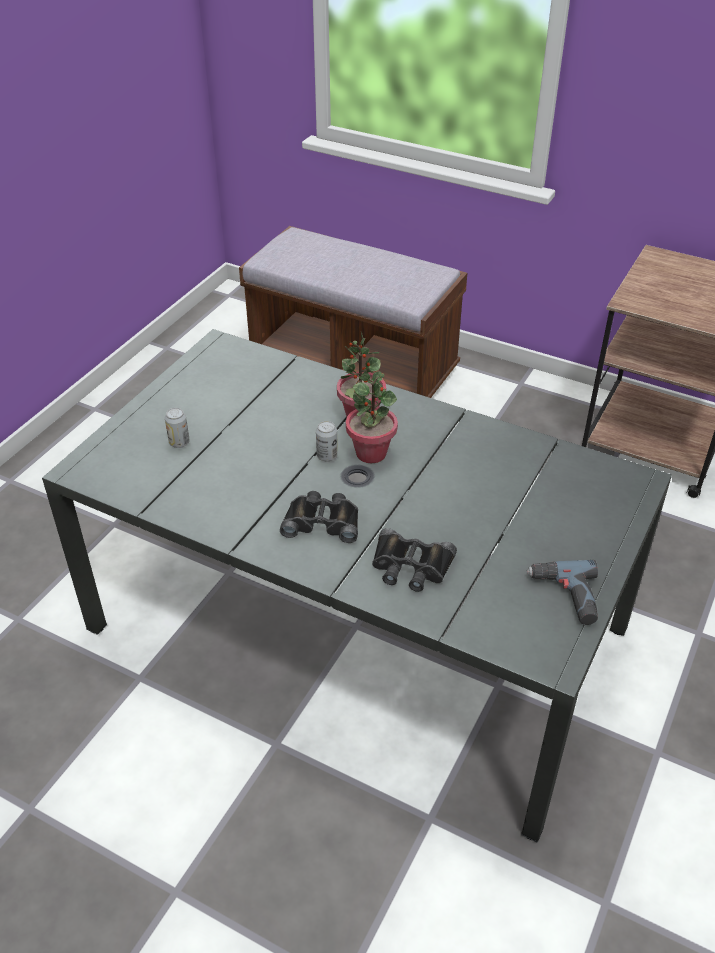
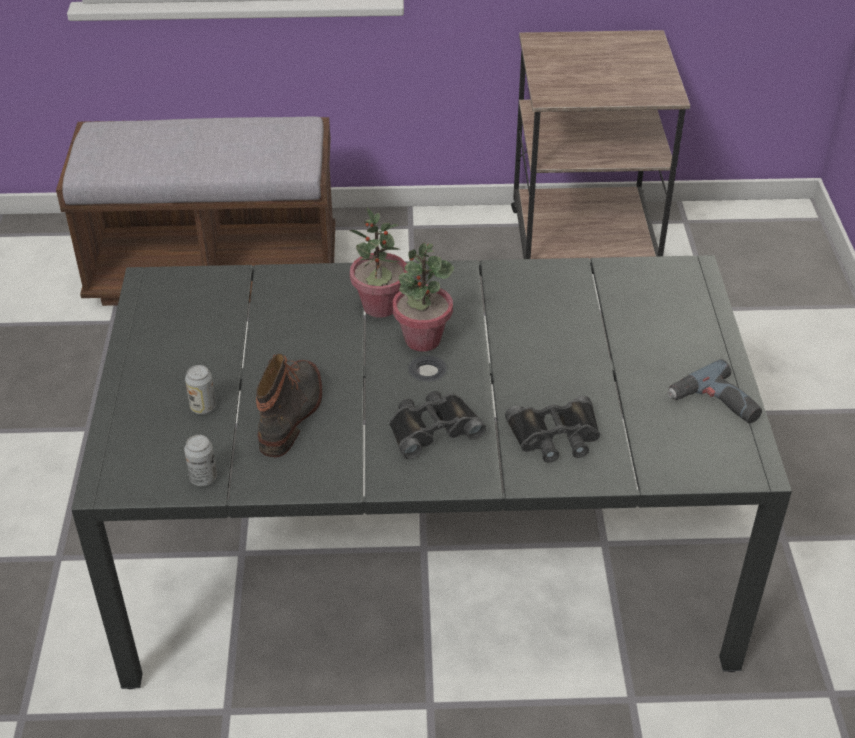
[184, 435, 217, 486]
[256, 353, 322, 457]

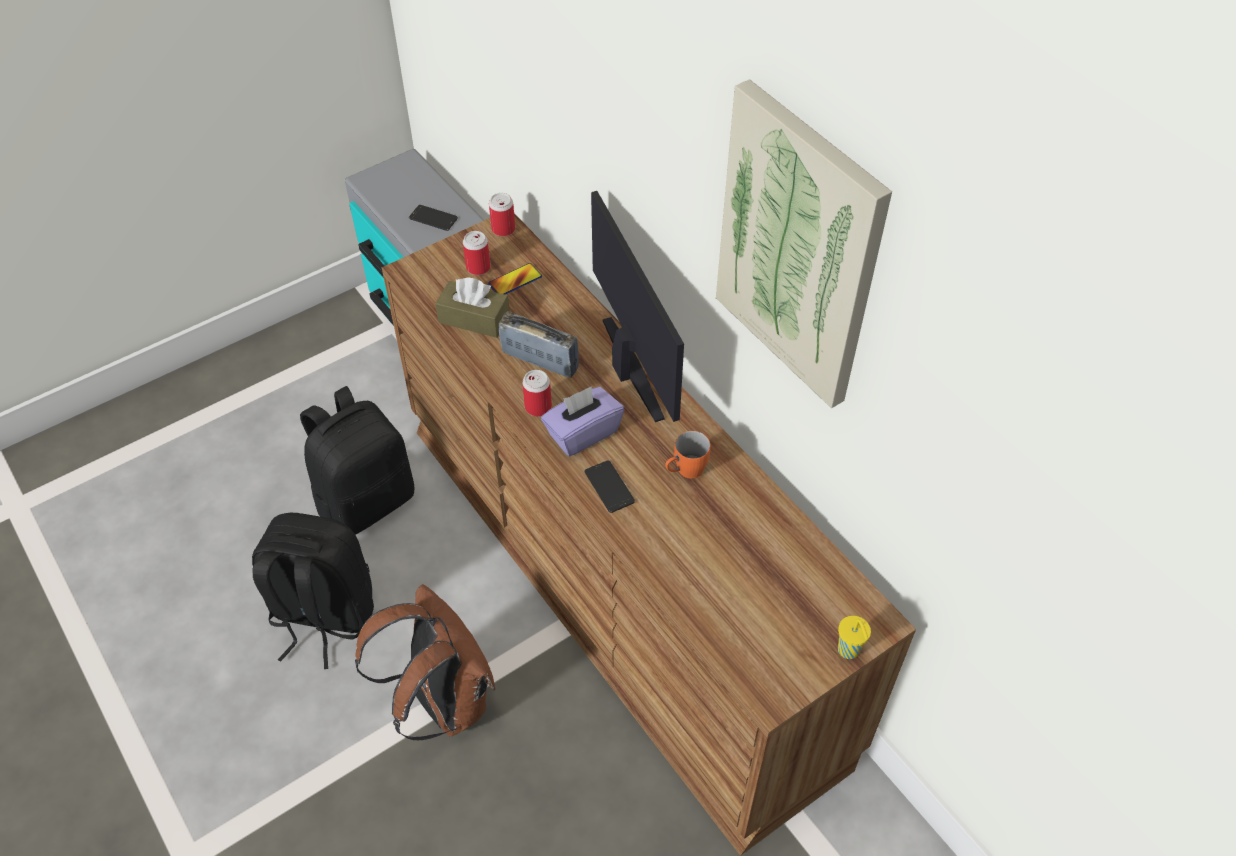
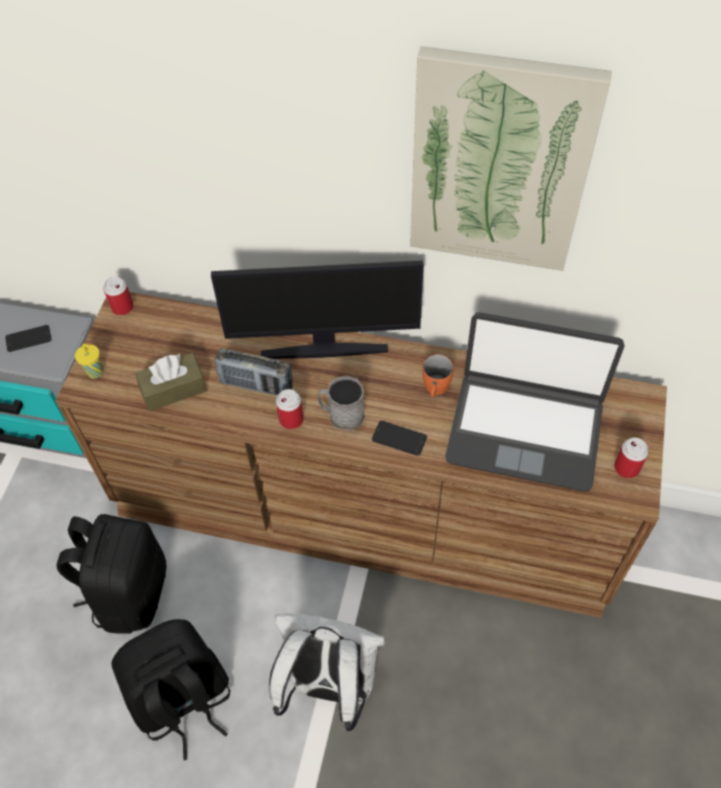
[269, 614, 386, 731]
[614, 438, 649, 478]
[488, 263, 542, 294] (first image)
[215, 348, 293, 396]
[318, 376, 365, 430]
[211, 260, 423, 359]
[75, 344, 103, 378]
[445, 312, 625, 492]

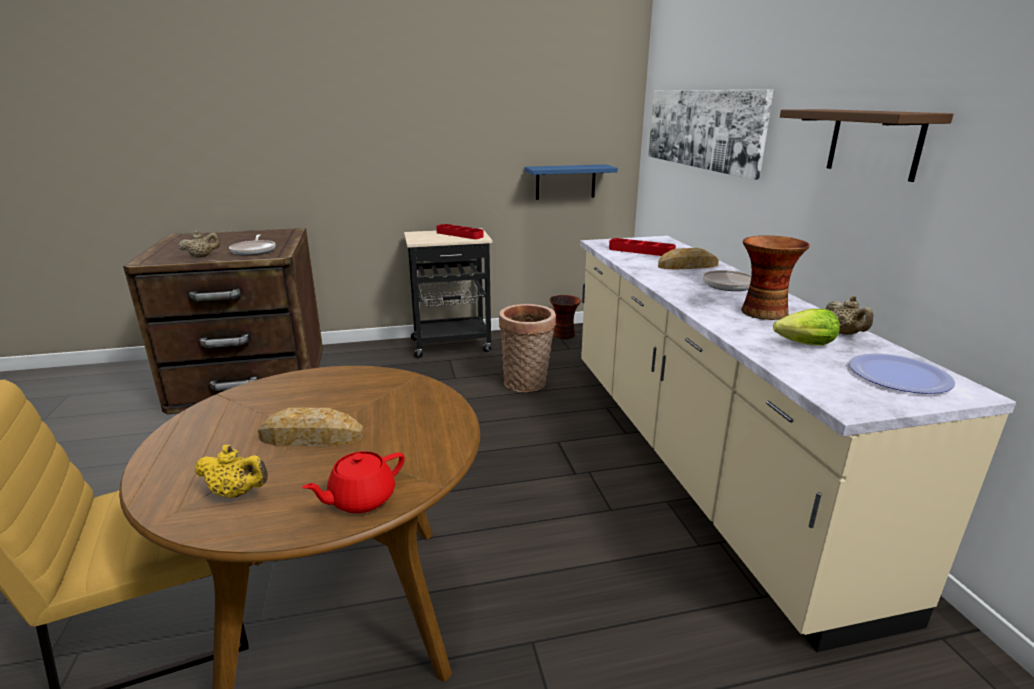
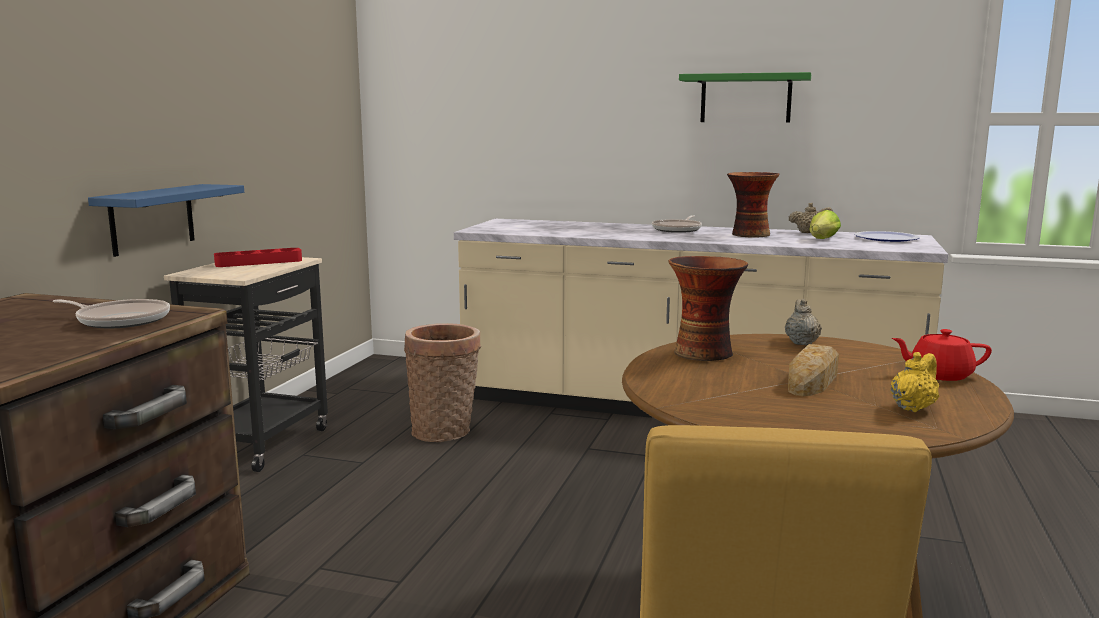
[785, 299, 822, 345]
[892, 329, 992, 381]
[88, 184, 244, 257]
[668, 256, 748, 361]
[609, 238, 676, 256] (first image)
[648, 89, 774, 180] (first image)
[658, 248, 719, 270] (first image)
[679, 72, 811, 123]

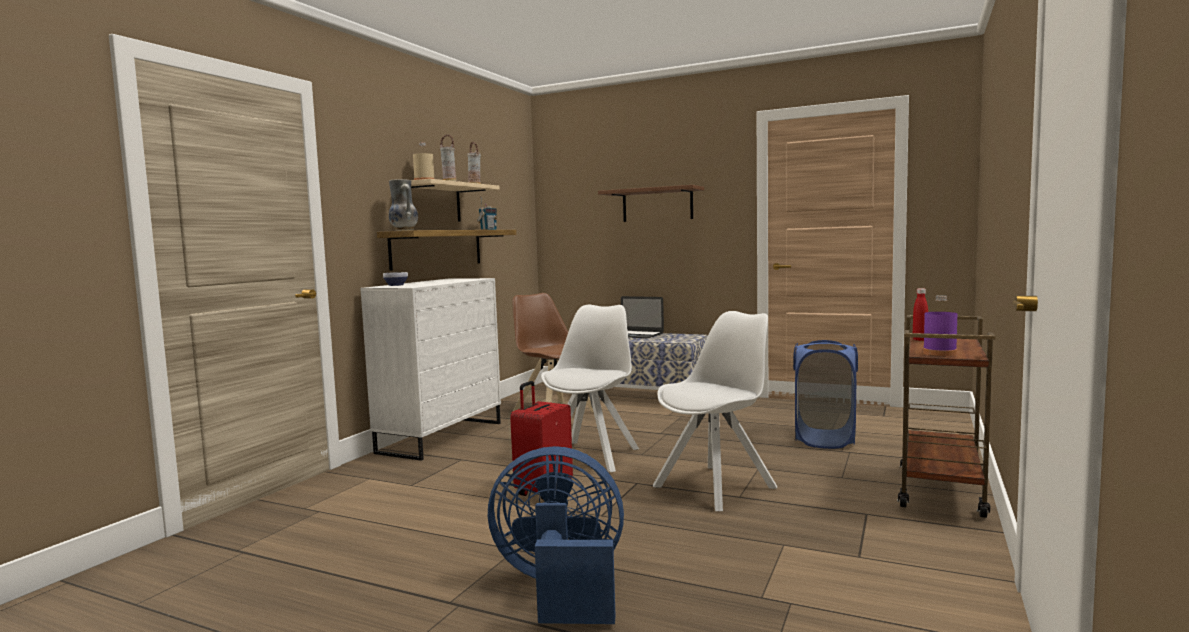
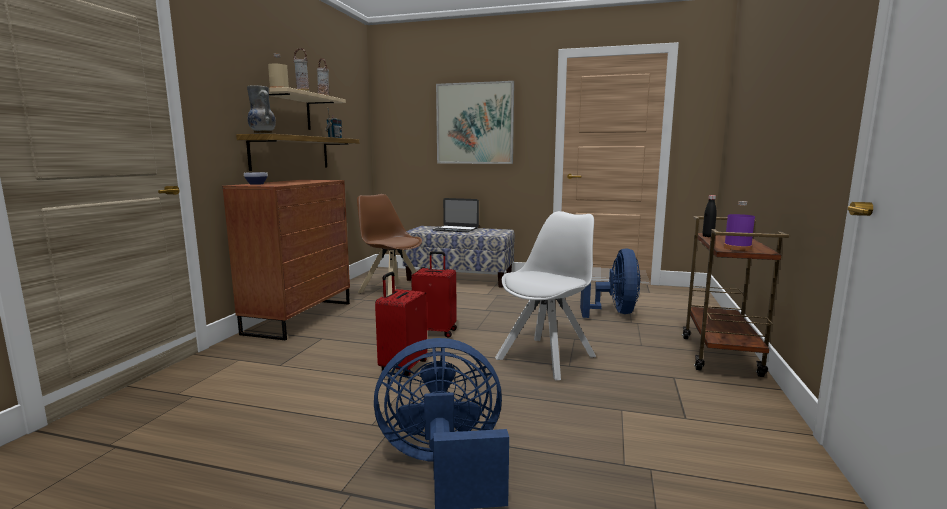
[222, 180, 350, 341]
[411, 251, 457, 338]
[436, 81, 514, 164]
[580, 249, 641, 318]
[702, 195, 716, 237]

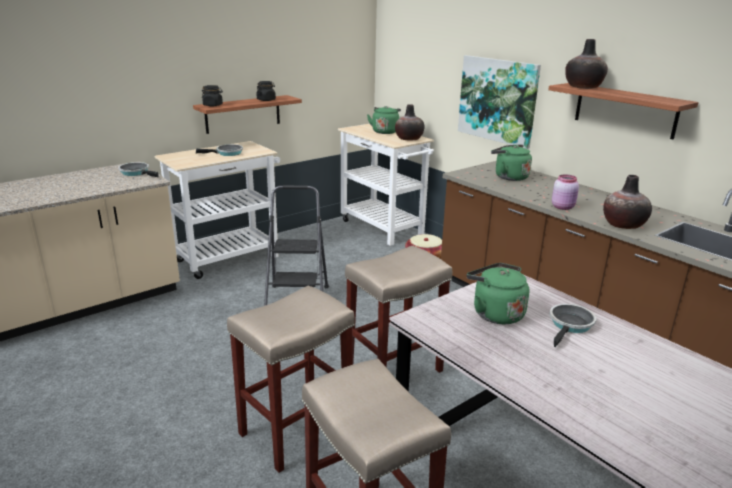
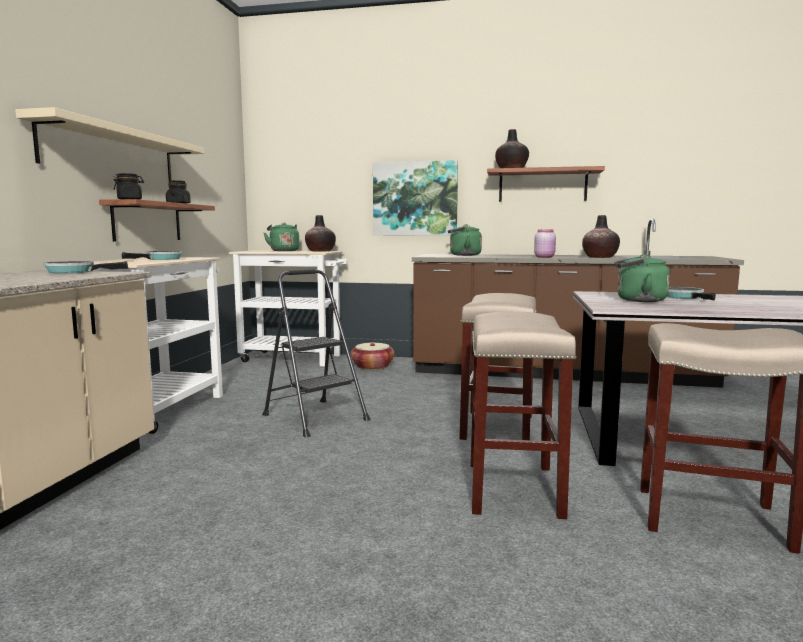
[15, 107, 204, 181]

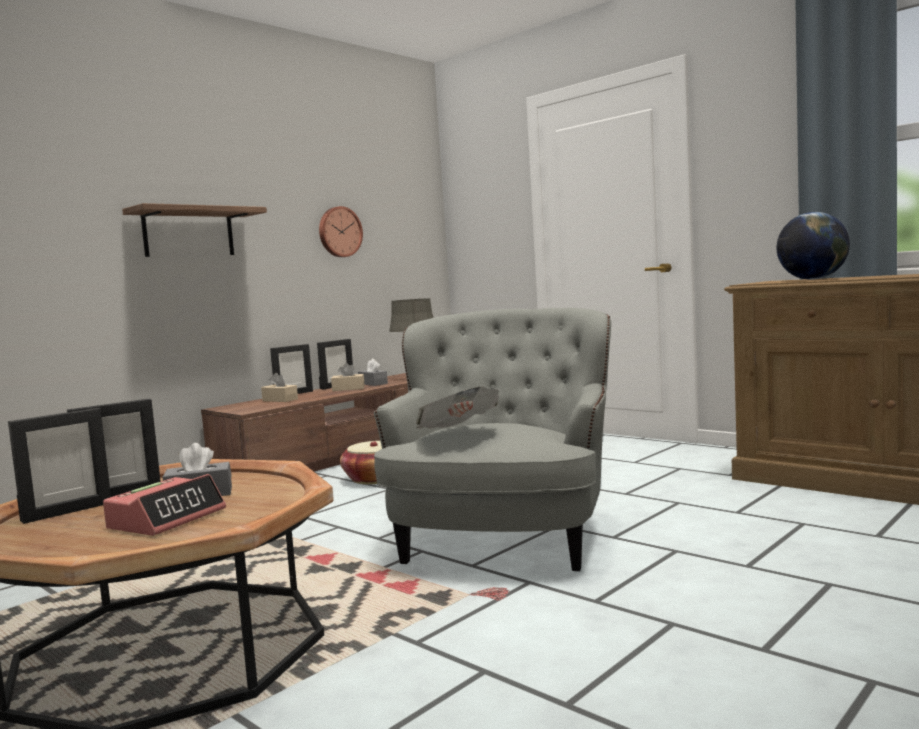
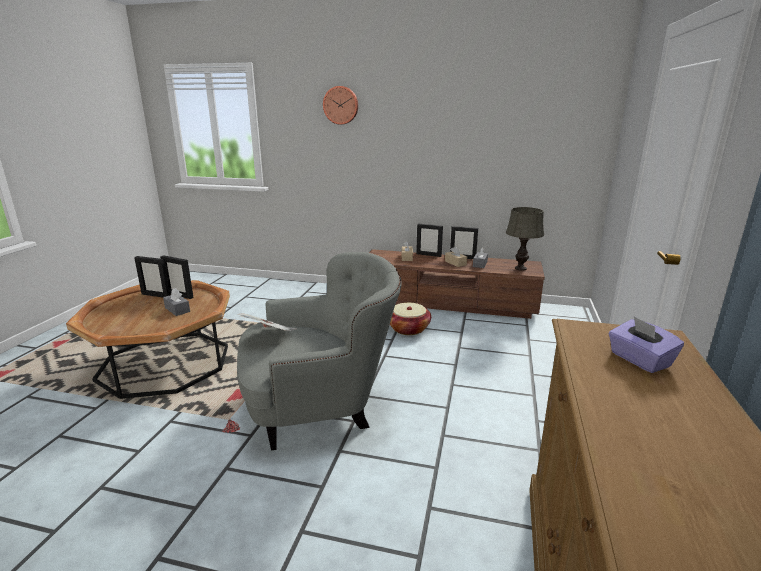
[103, 474, 226, 536] (first image)
[122, 203, 267, 257] (first image)
[323, 86, 358, 125]
[609, 316, 684, 373]

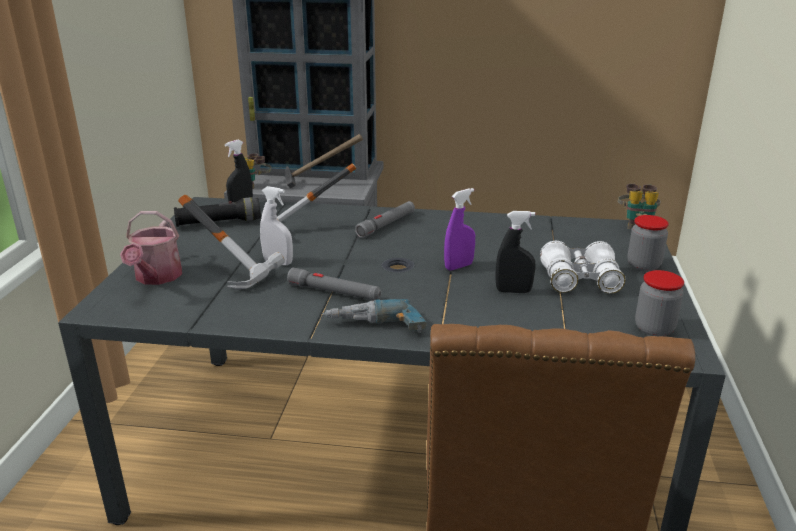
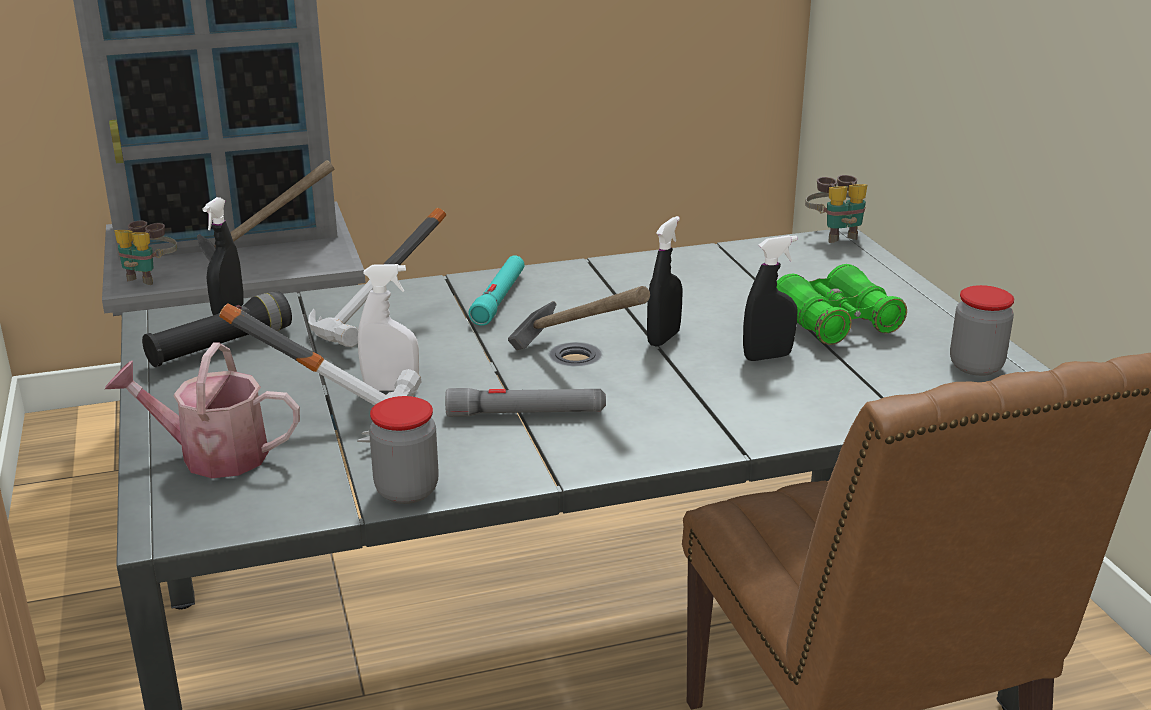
[105, 342, 300, 478]
[323, 299, 427, 333] (first image)
[468, 255, 525, 326]
[647, 216, 682, 347]
[776, 264, 907, 345]
[369, 396, 439, 504]
[508, 286, 650, 350]

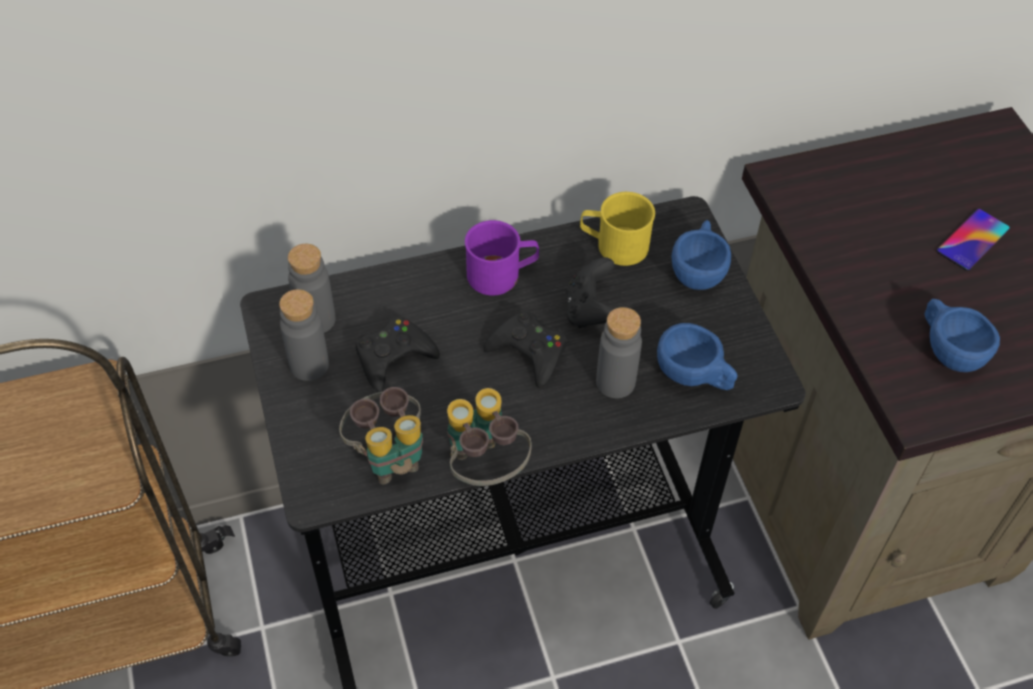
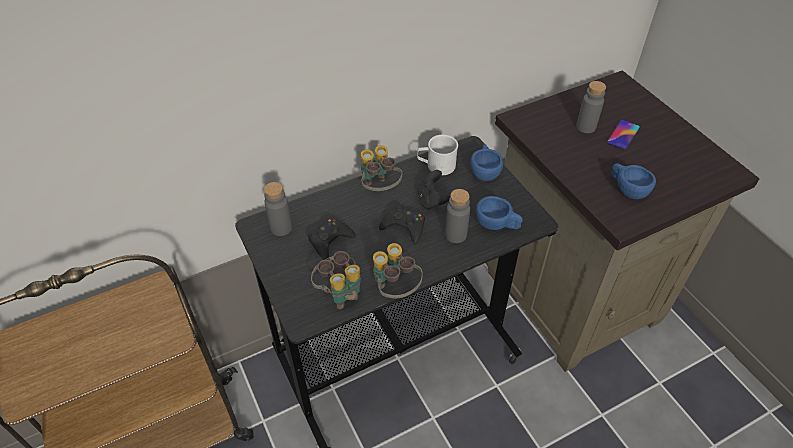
[576, 81, 606, 133]
[361, 145, 402, 191]
[417, 135, 458, 175]

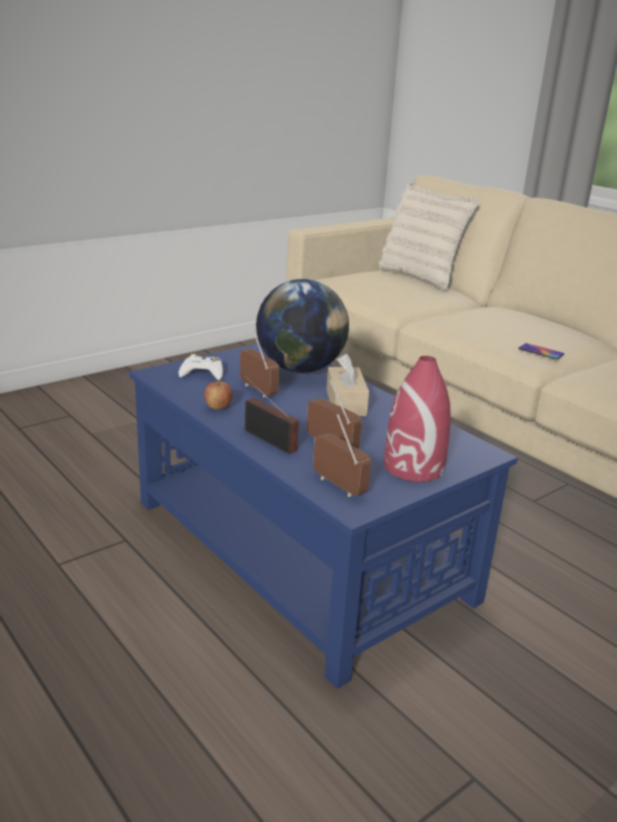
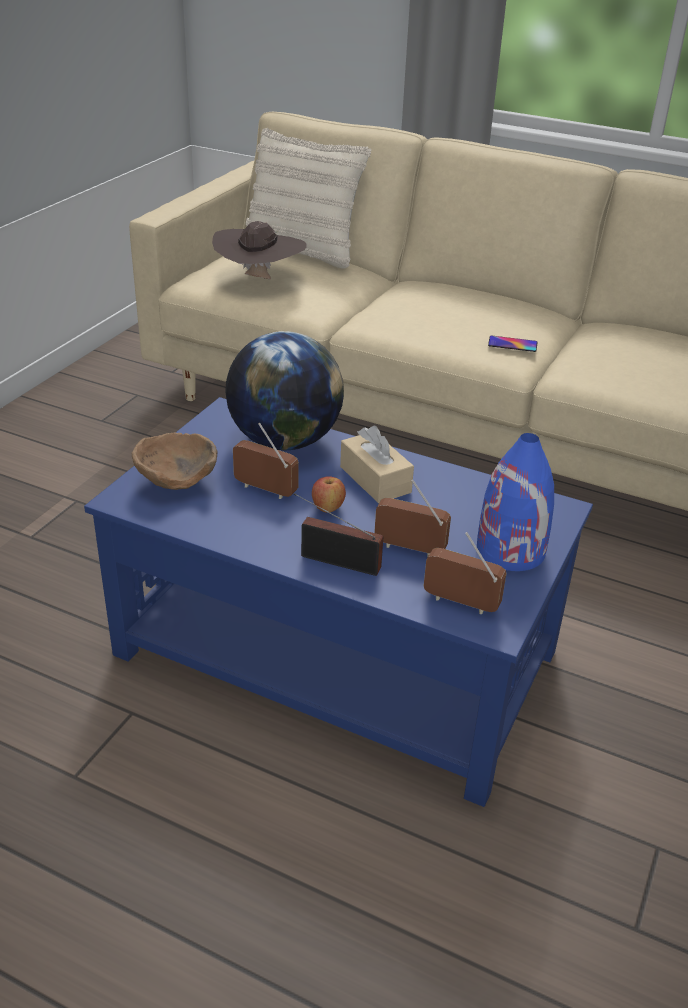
[132, 433, 218, 490]
[312, 477, 346, 513]
[477, 433, 554, 571]
[212, 221, 307, 279]

